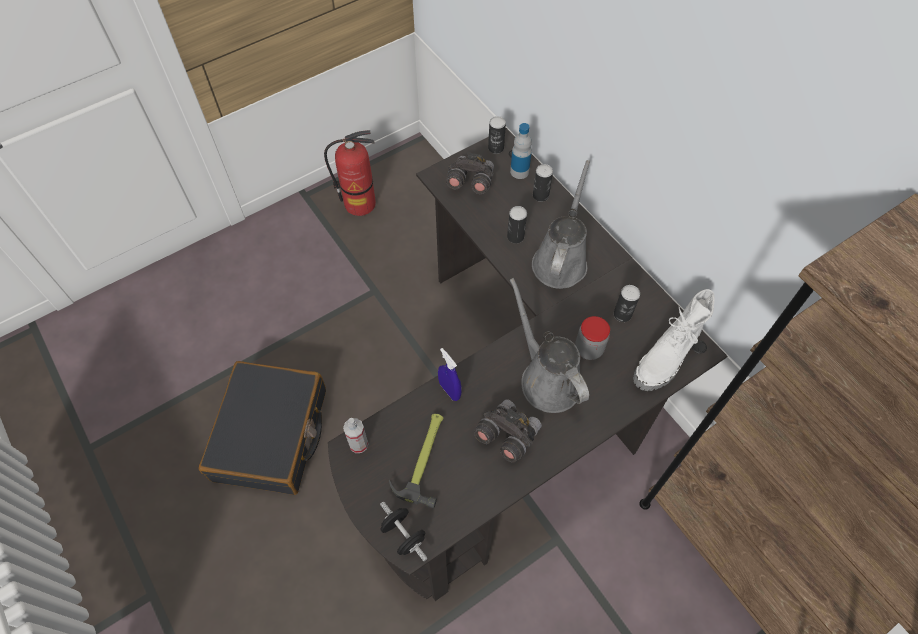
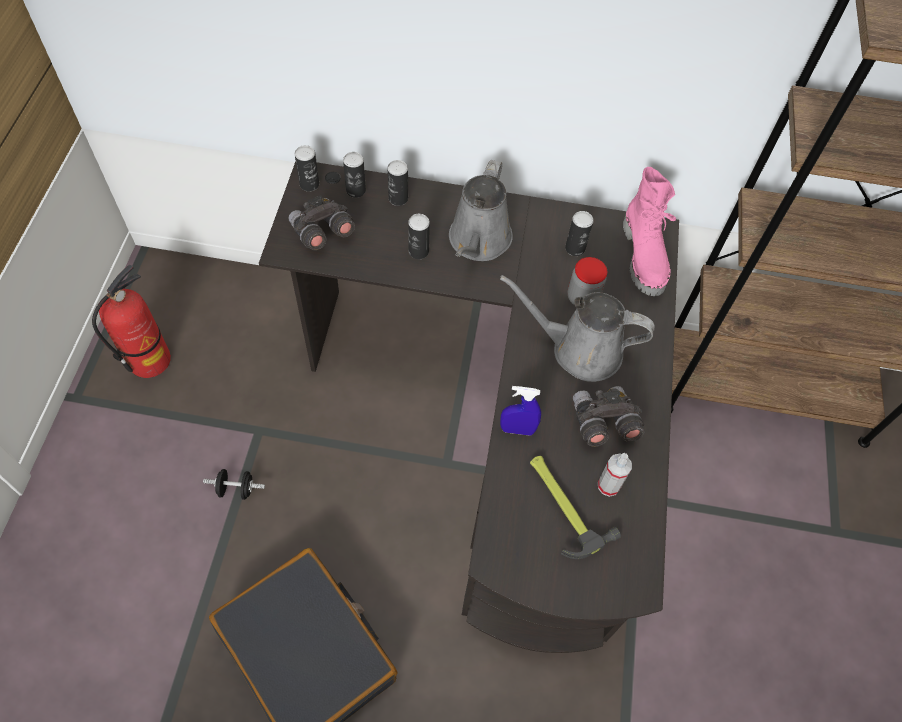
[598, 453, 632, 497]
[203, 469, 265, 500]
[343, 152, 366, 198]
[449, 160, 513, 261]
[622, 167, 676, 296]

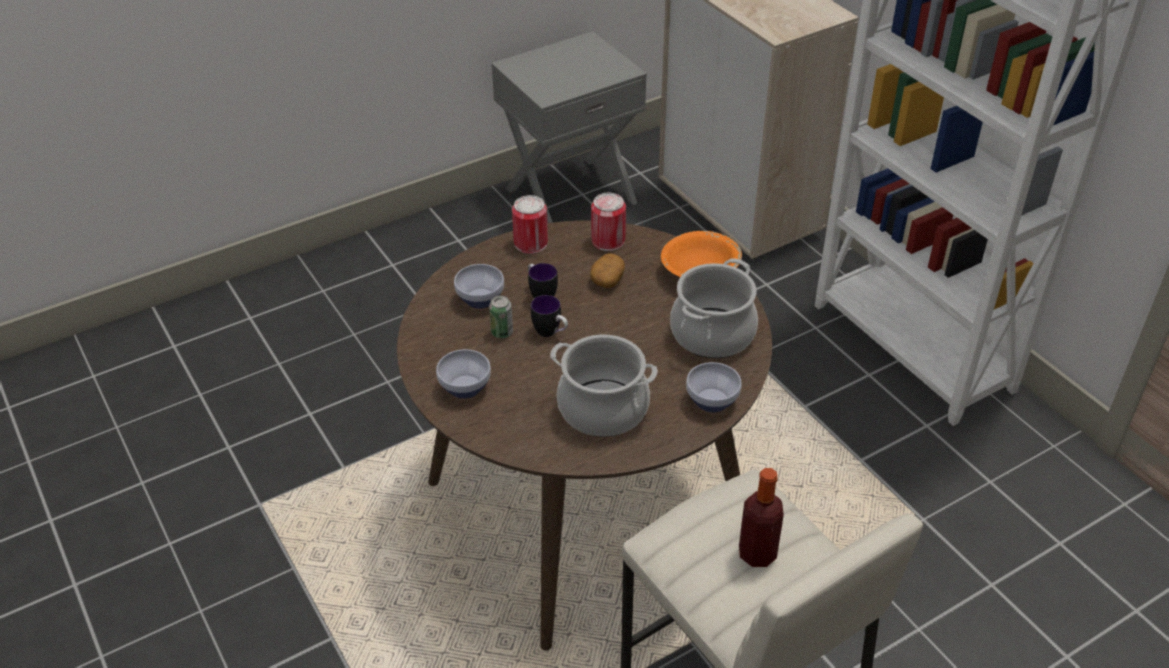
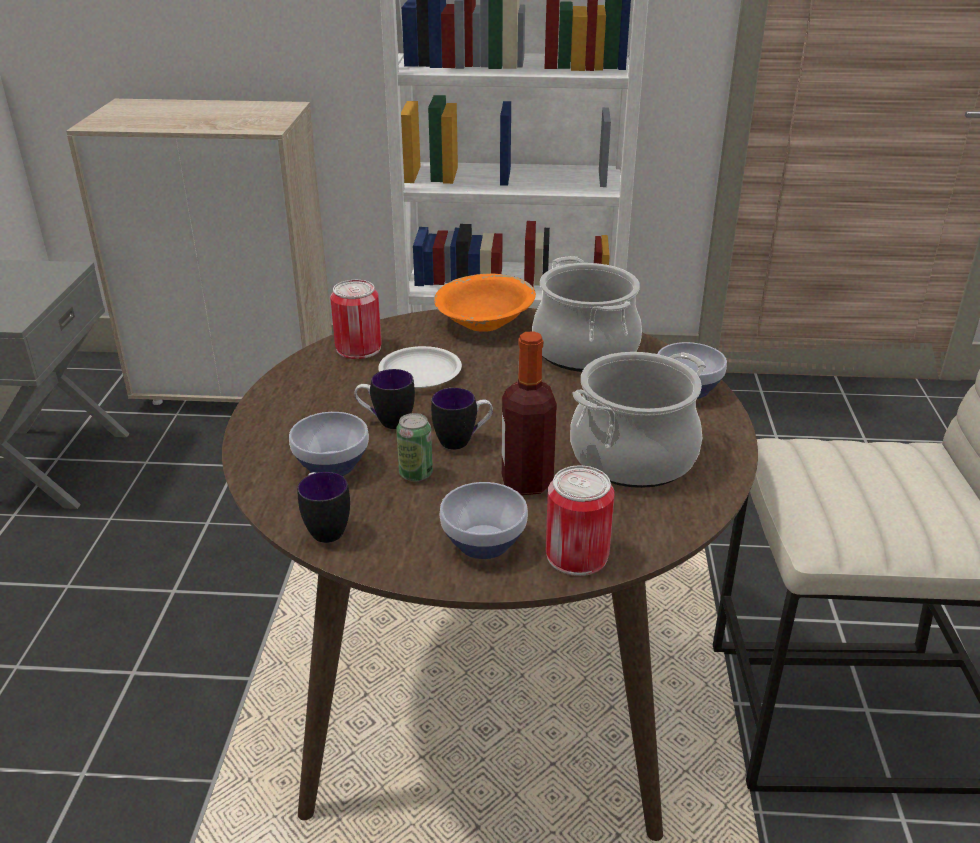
[546, 465, 615, 576]
[378, 346, 462, 388]
[502, 331, 557, 495]
[297, 472, 350, 543]

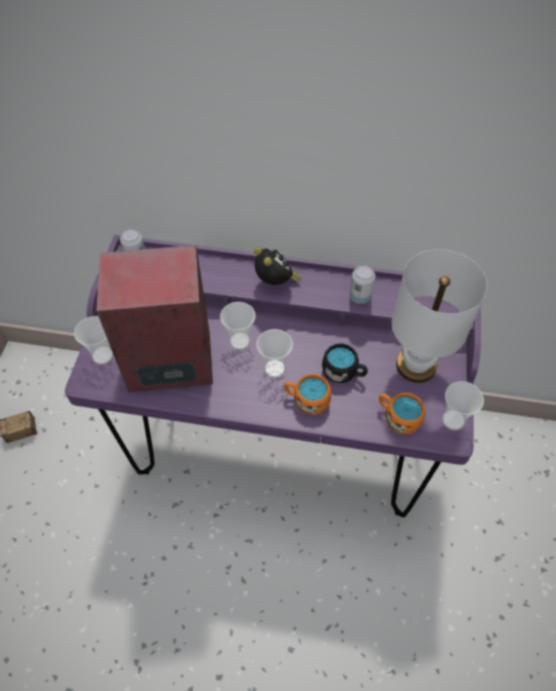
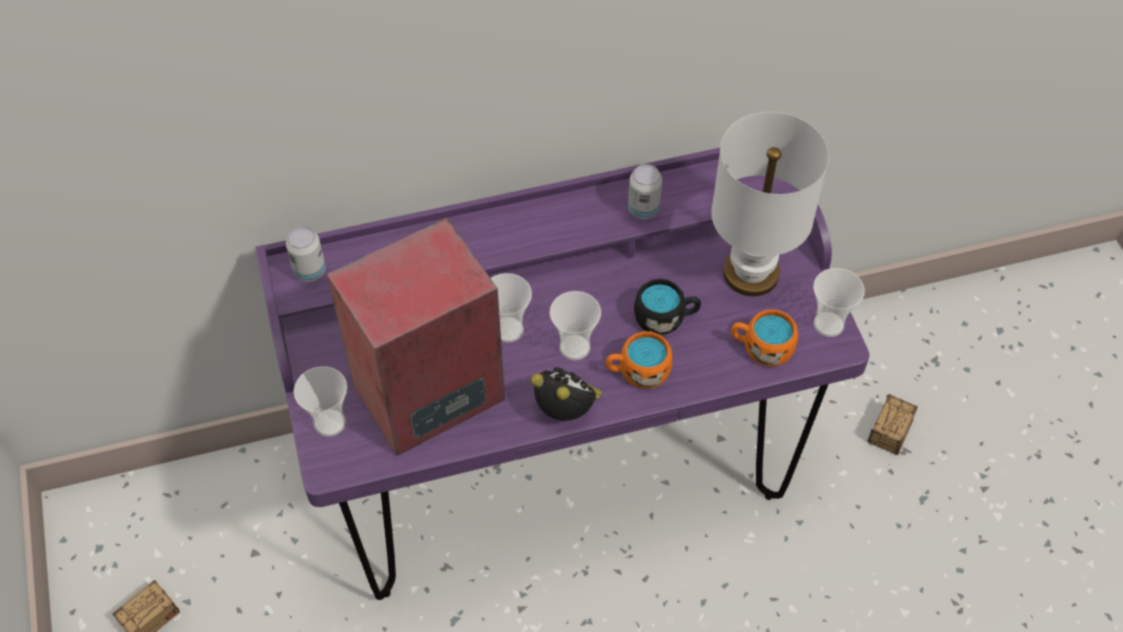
[531, 367, 602, 421]
[867, 394, 918, 468]

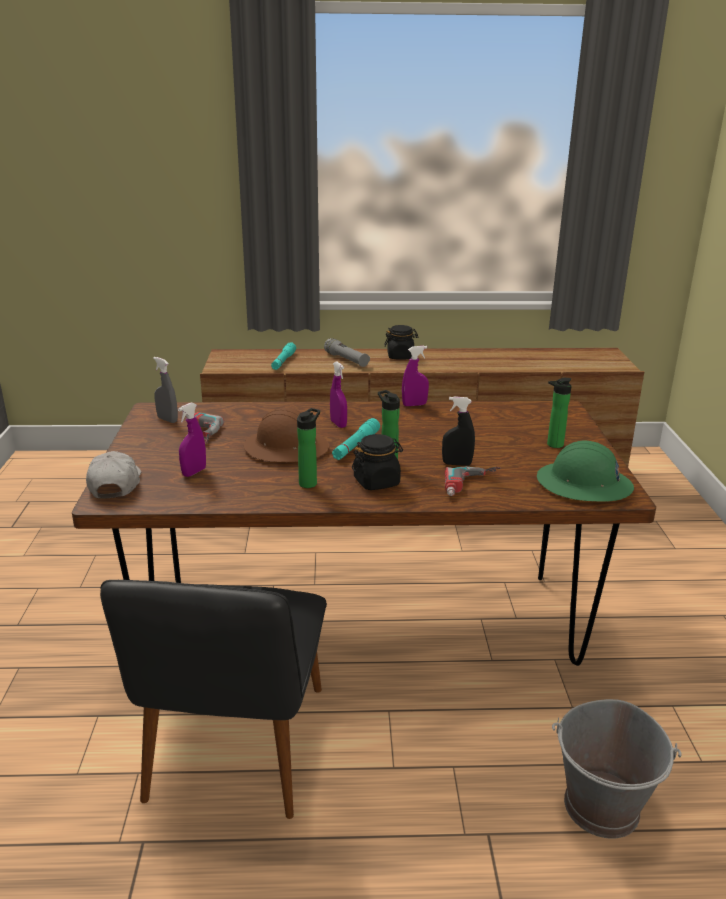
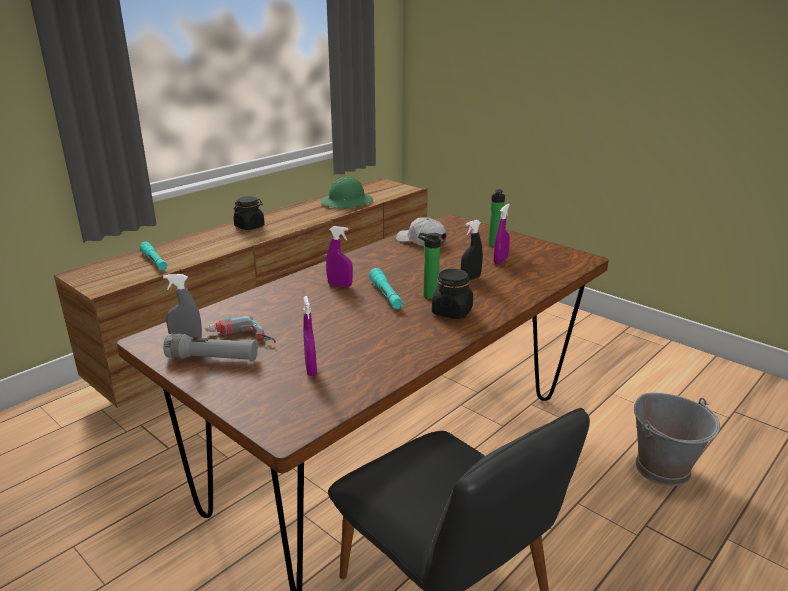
[396, 217, 447, 246]
[244, 408, 329, 463] (first image)
[297, 408, 320, 488] (first image)
[163, 333, 258, 361]
[494, 204, 510, 264]
[445, 466, 501, 496] (first image)
[321, 177, 373, 208]

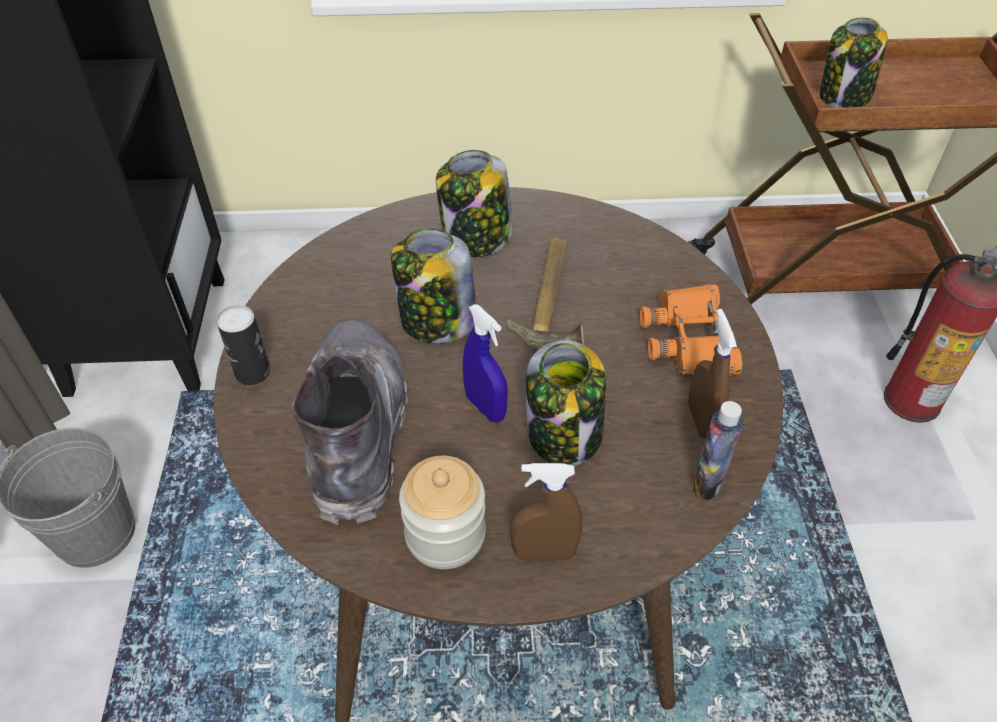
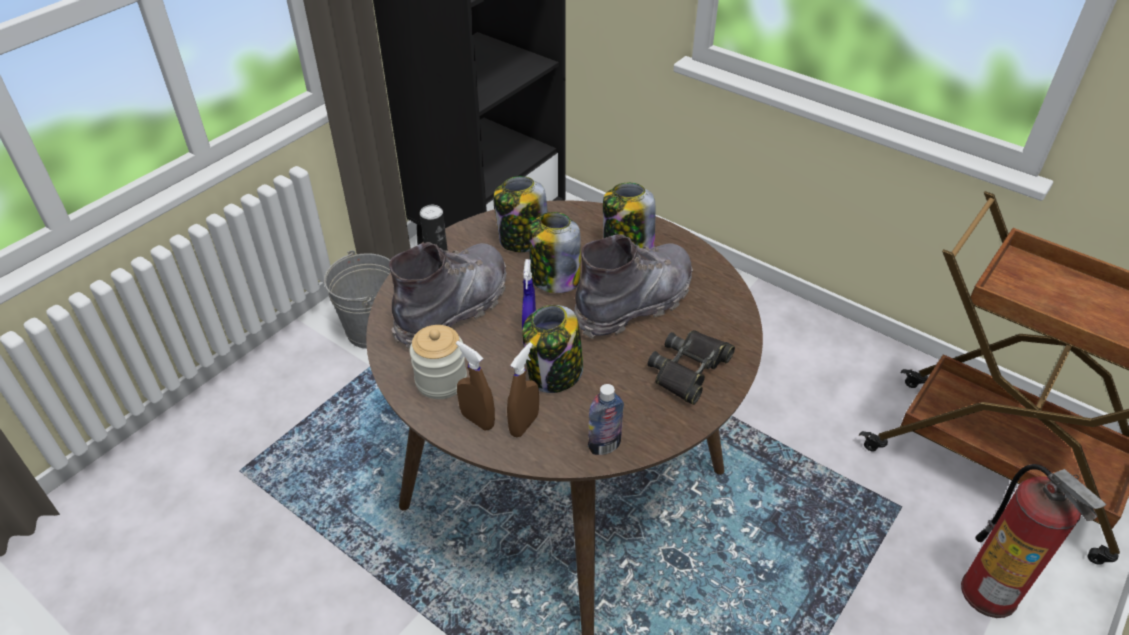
[574, 234, 693, 339]
[648, 330, 735, 405]
[507, 343, 539, 437]
[494, 176, 548, 252]

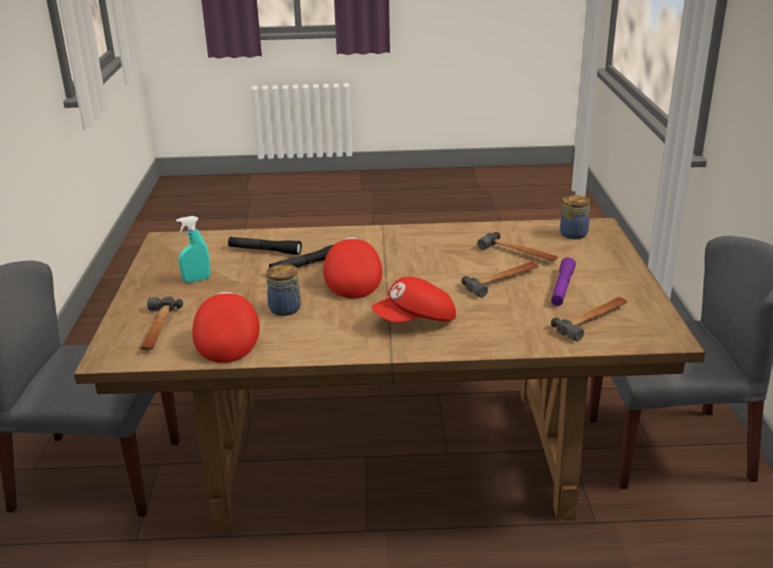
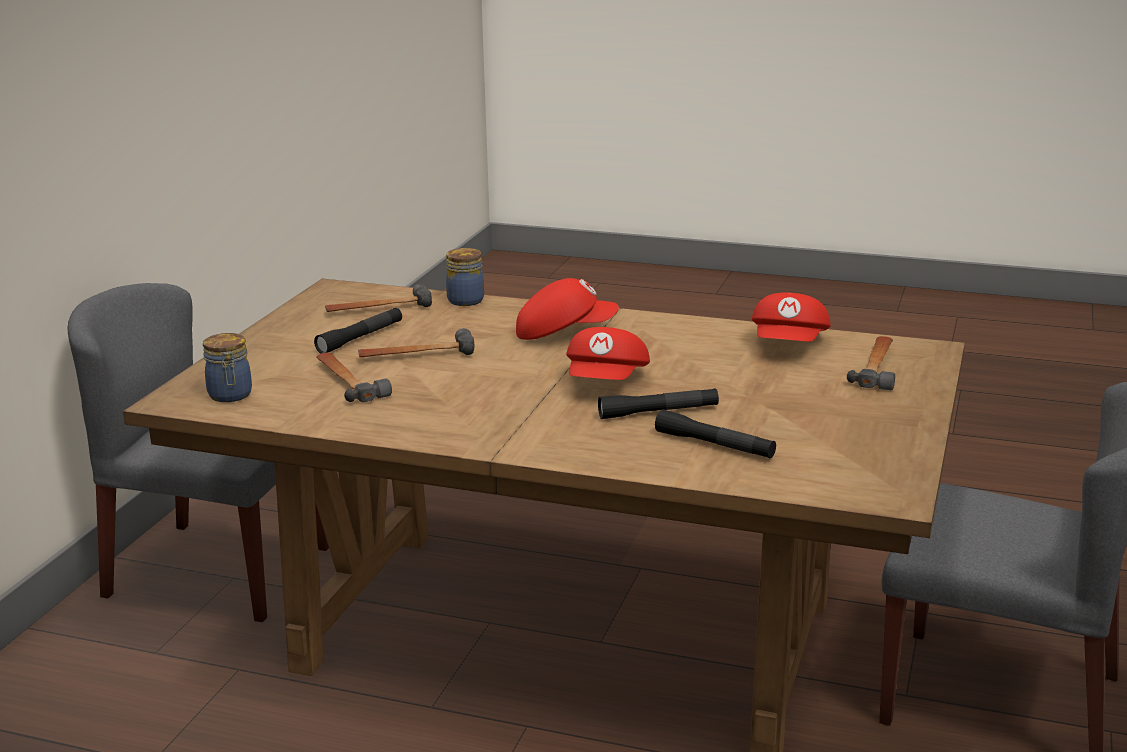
[176, 216, 210, 283] (first image)
[446, 248, 484, 306]
[314, 308, 402, 354]

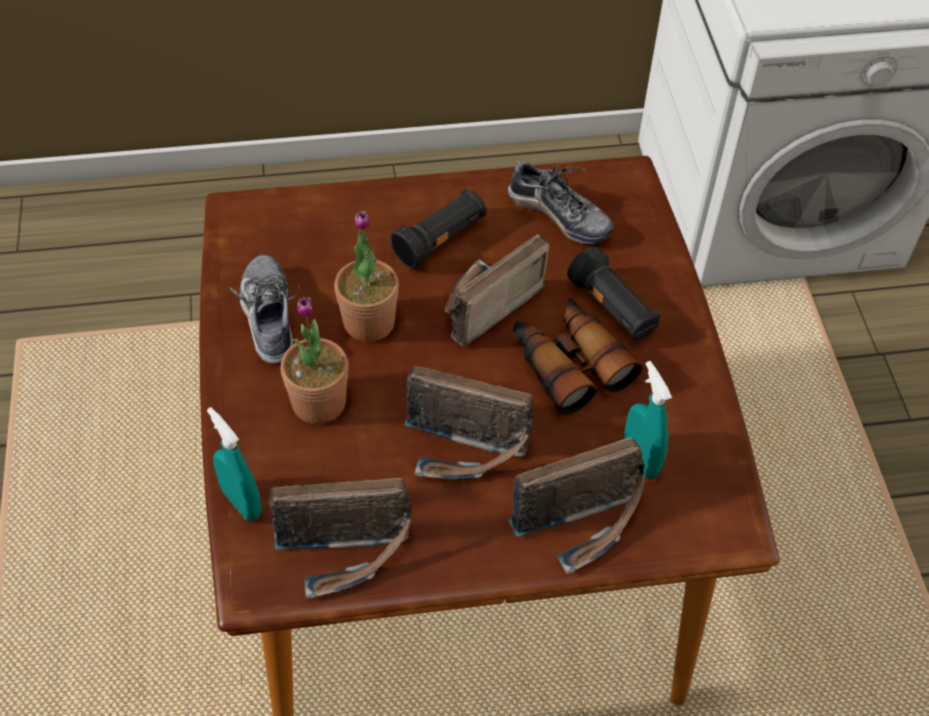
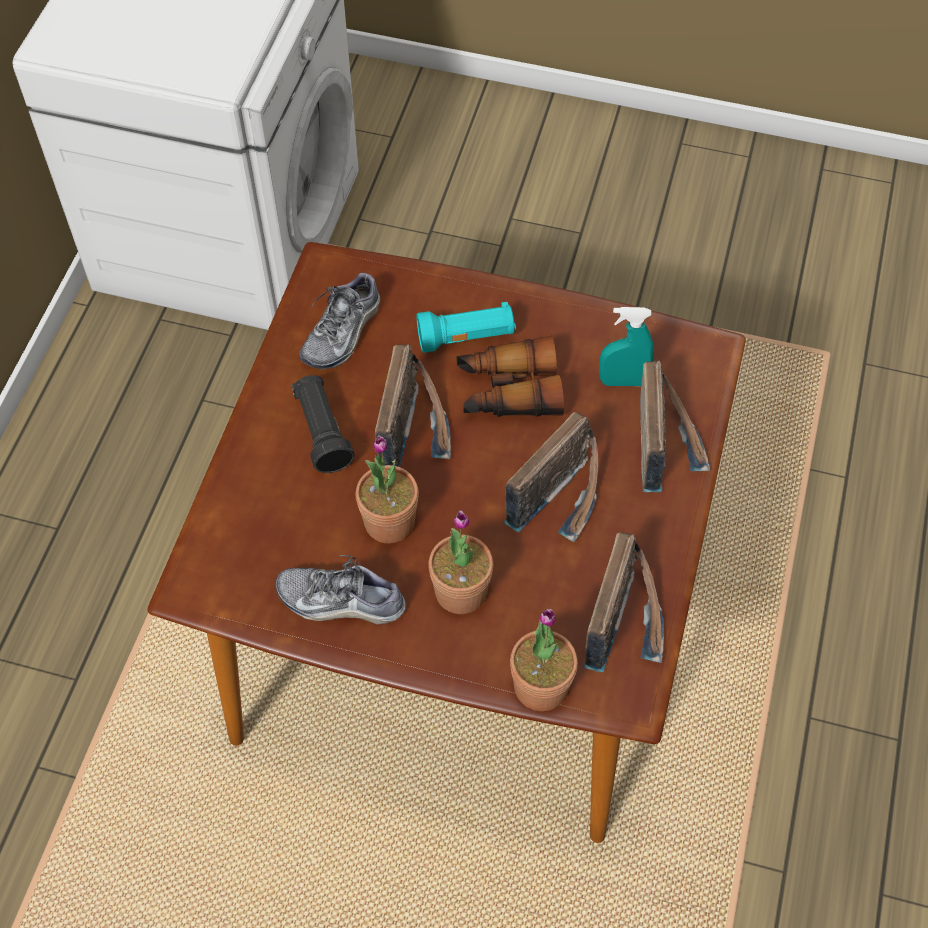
[510, 609, 578, 711]
[375, 344, 451, 467]
[299, 271, 380, 369]
[416, 302, 516, 353]

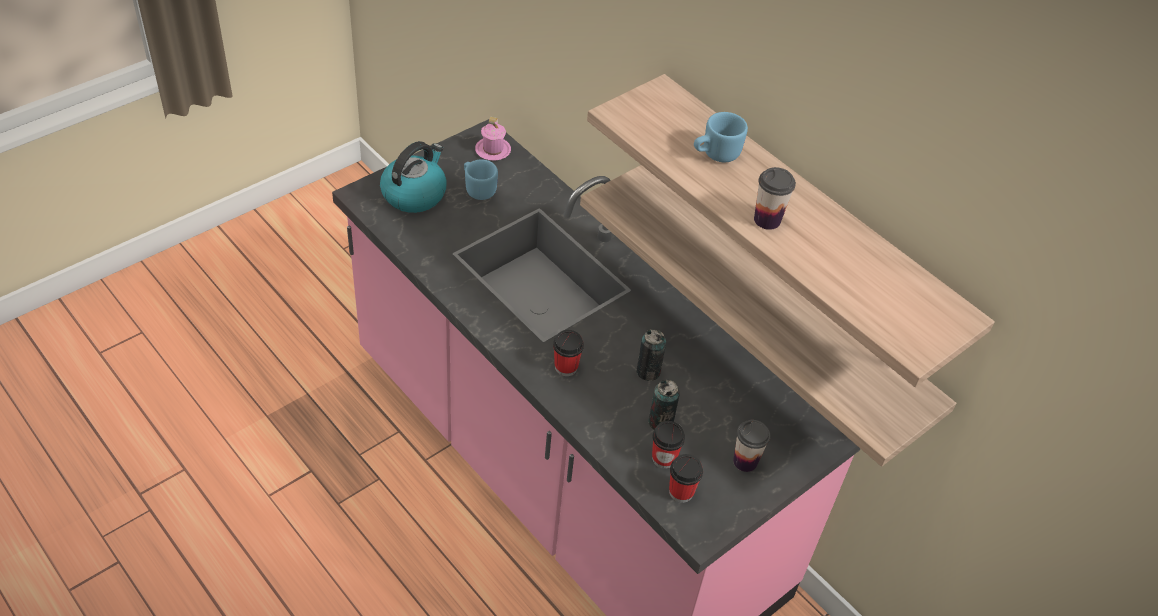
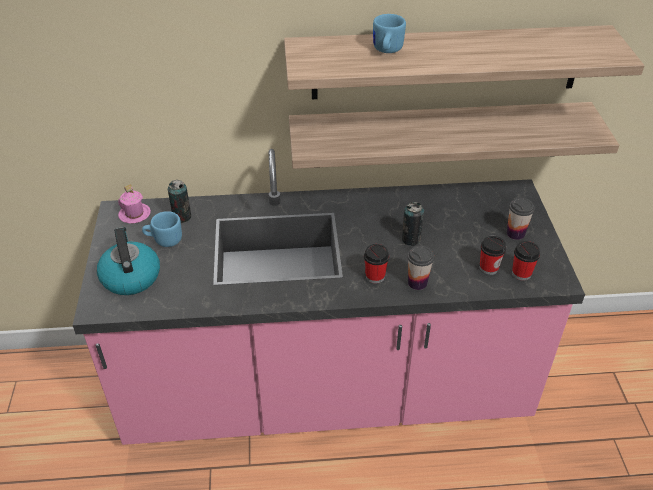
[168, 180, 191, 223]
[407, 246, 434, 290]

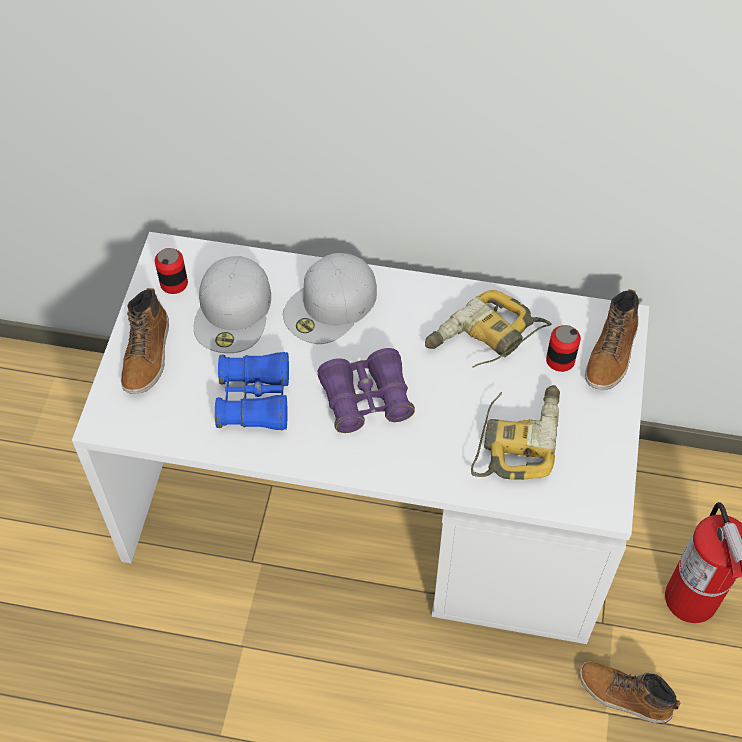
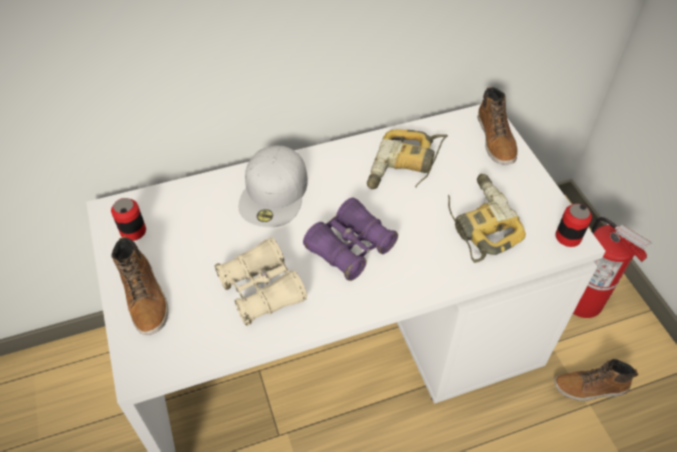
[194, 256, 271, 353] (first image)
[215, 237, 307, 326]
[556, 204, 592, 247]

